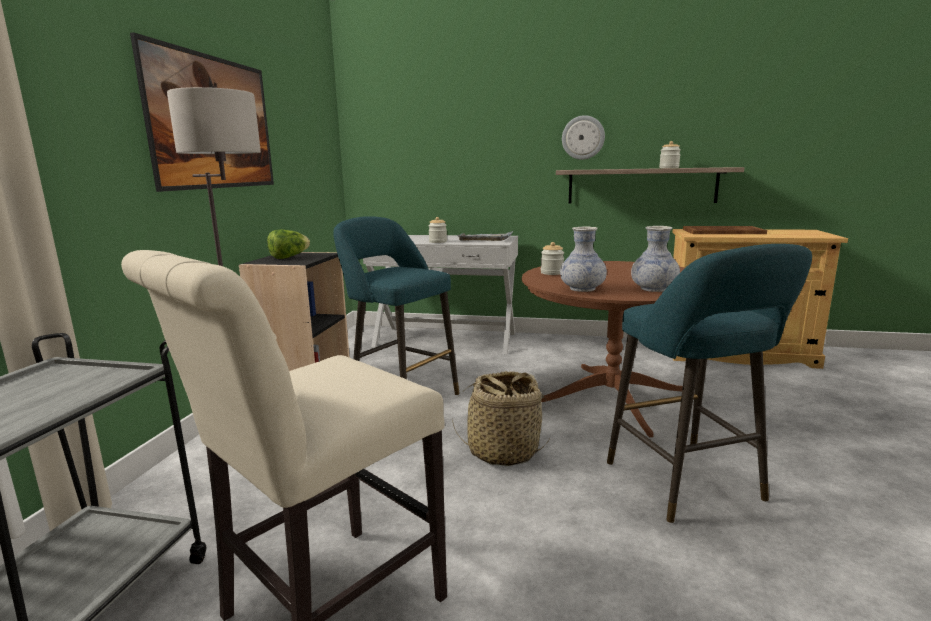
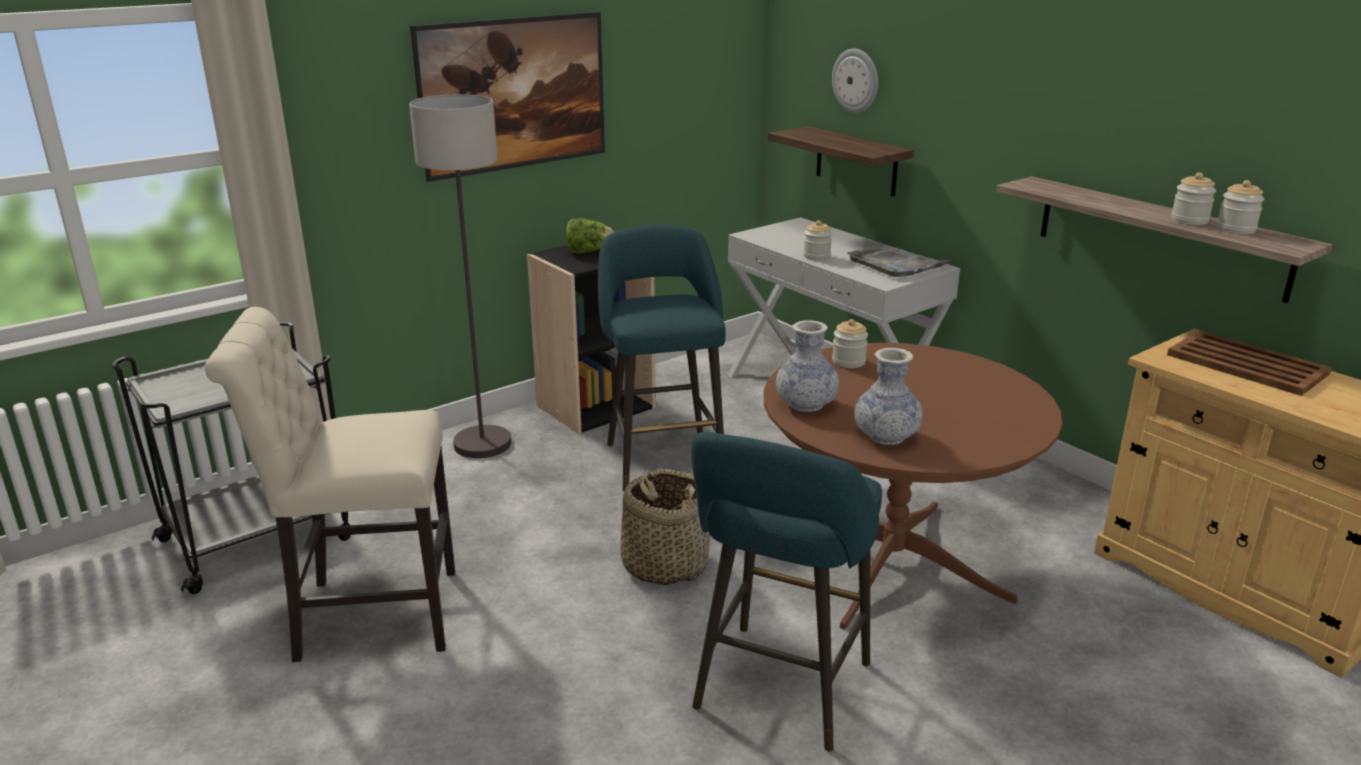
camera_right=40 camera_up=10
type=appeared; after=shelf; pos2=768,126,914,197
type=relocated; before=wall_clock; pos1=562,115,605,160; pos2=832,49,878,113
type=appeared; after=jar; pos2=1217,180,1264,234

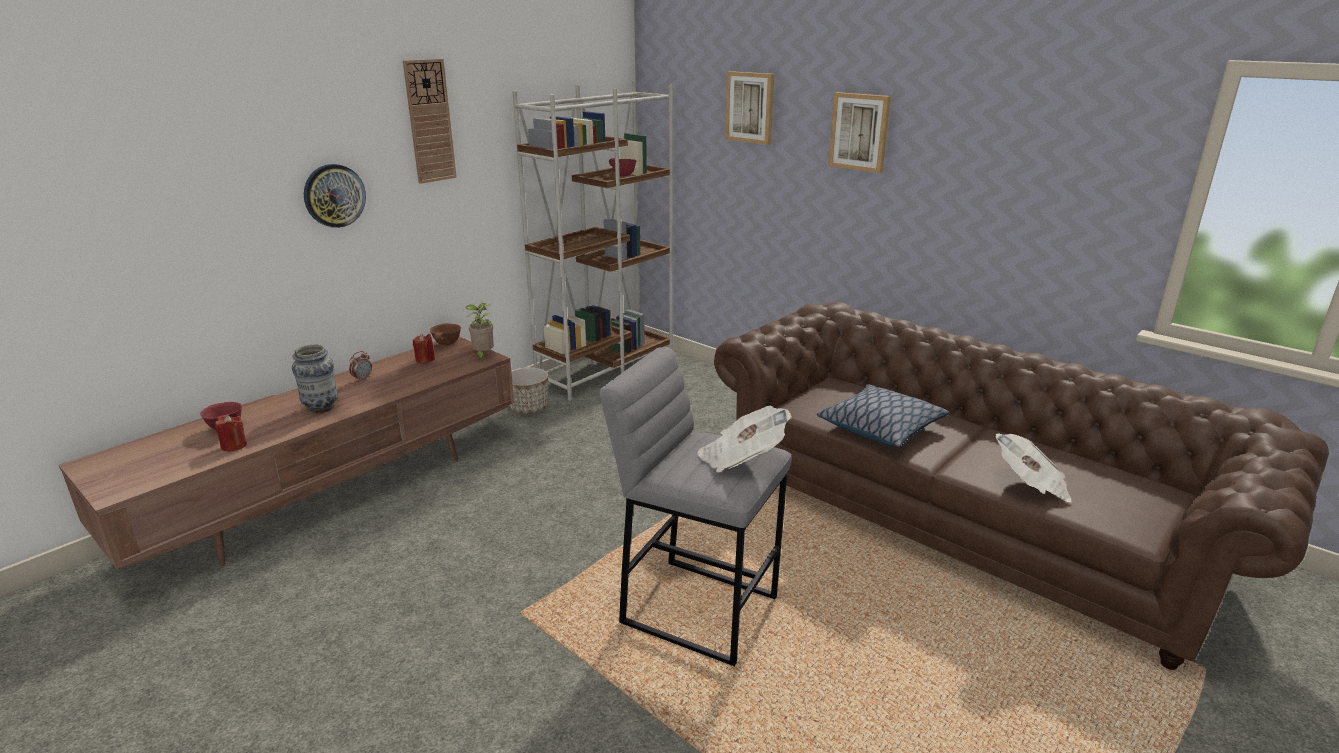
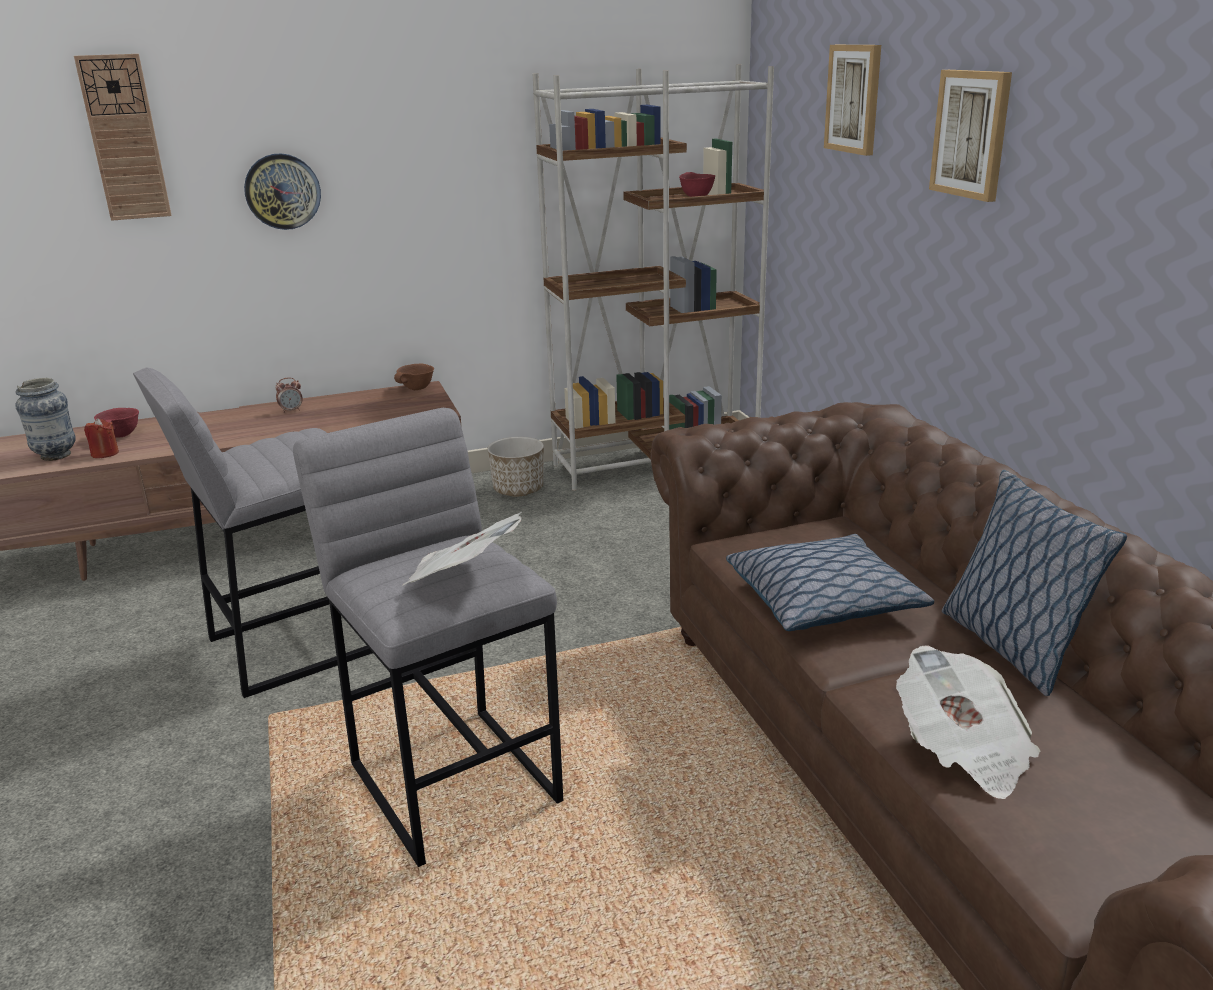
camera_right=30 camera_up=0
type=relocated; before=vase; pos1=292,344,338,413; pos2=15,378,76,461
type=relocated; before=wall_clock; pos1=403,59,457,184; pos2=74,54,171,221
type=appeared; after=grey_stool; pos2=133,367,373,698
type=appeared; after=pillow; pos2=942,470,1127,696
type=missing; before=red_candle; pos1=413,334,435,363
type=missing; before=potted_plant; pos1=465,303,494,360

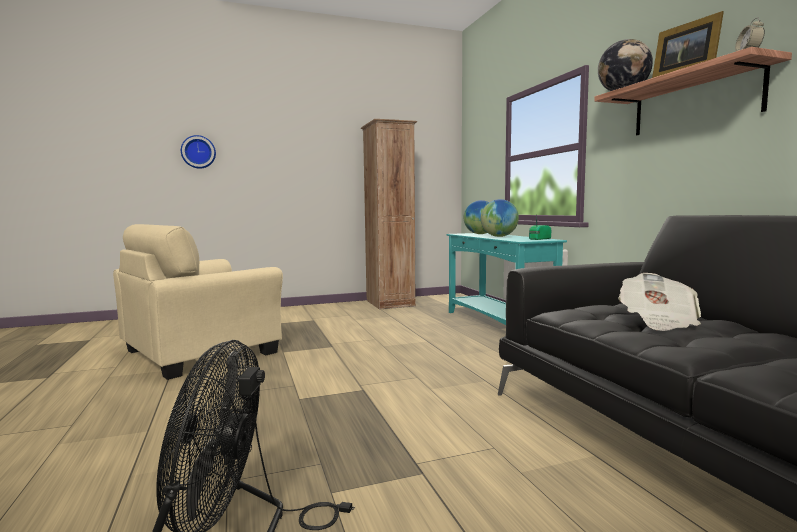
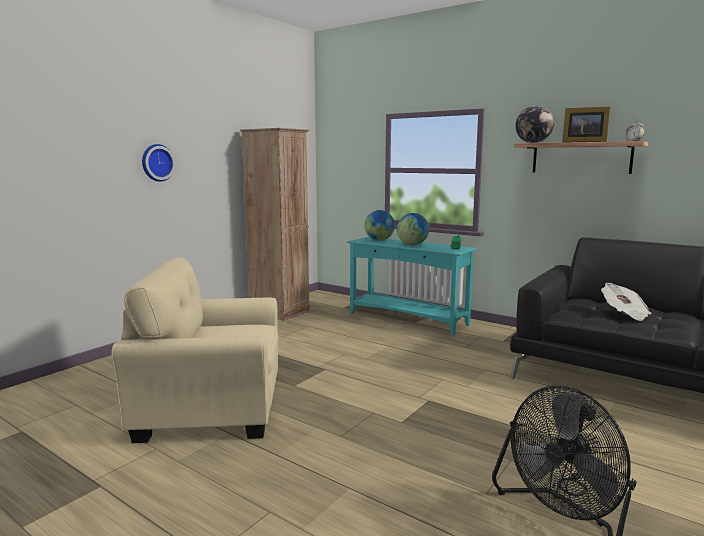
camera_right=-35 camera_up=5
type=spun; before=beige_armchair; pos1=113,224,283,380; pos2=111,257,278,443; turn=75
type=relocated; before=wall_clock; pos1=181,135,216,169; pos2=142,144,175,182

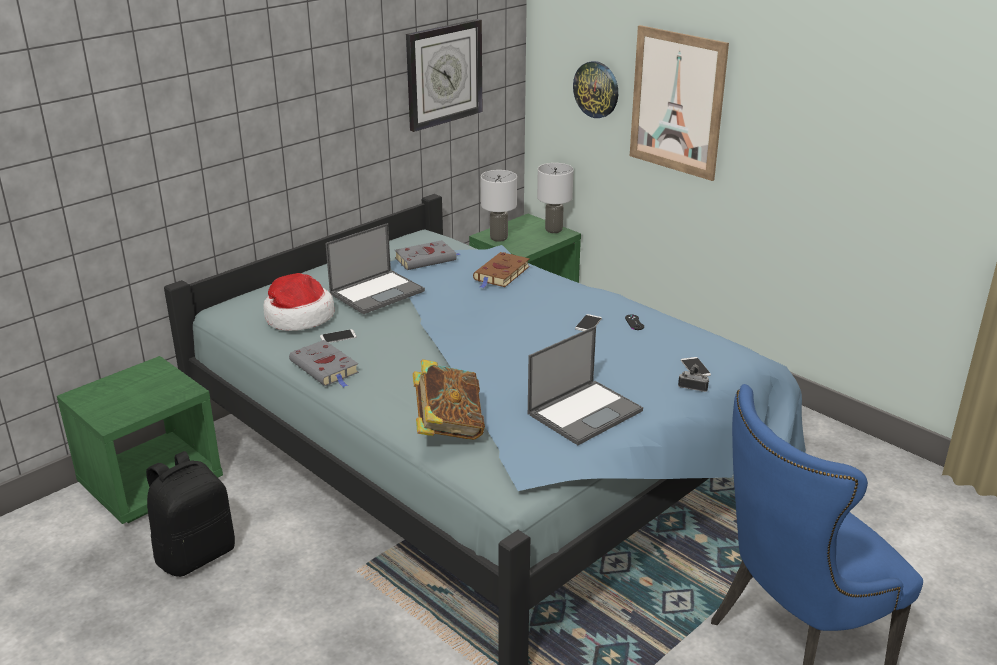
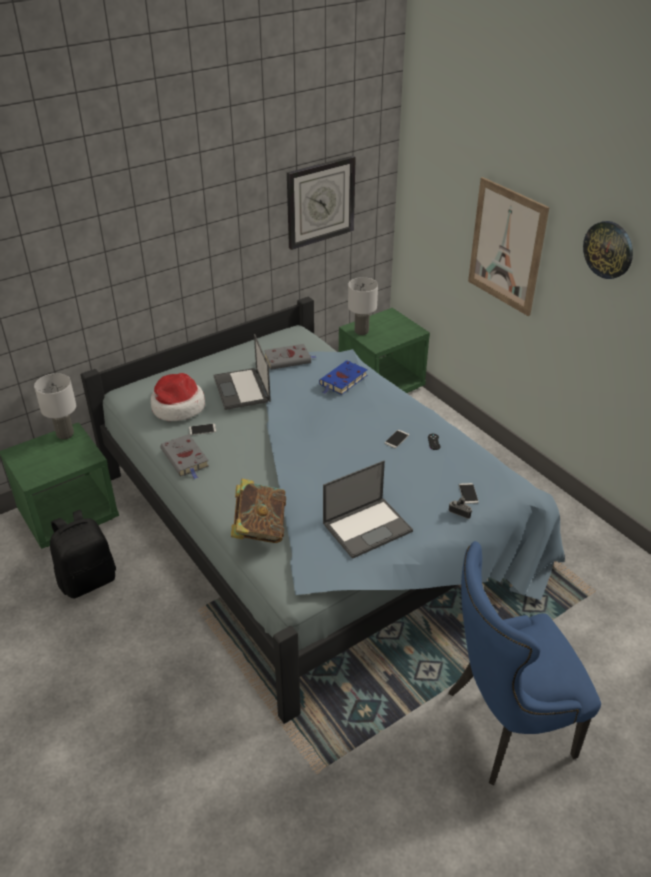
camera_right=10 camera_up=10
type=relocated; before=white_table_lamp; pos1=537,163,574,233; pos2=34,373,76,440
type=spun; before=laptop; pos1=325,223,425,314; pos2=214,334,271,410; turn=105
type=colour; before=brown_book; after=blue_book; pos1=473,252,530,288; pos2=319,360,368,395
type=relocated; before=wall_clock; pos1=573,61,618,118; pos2=583,221,633,279

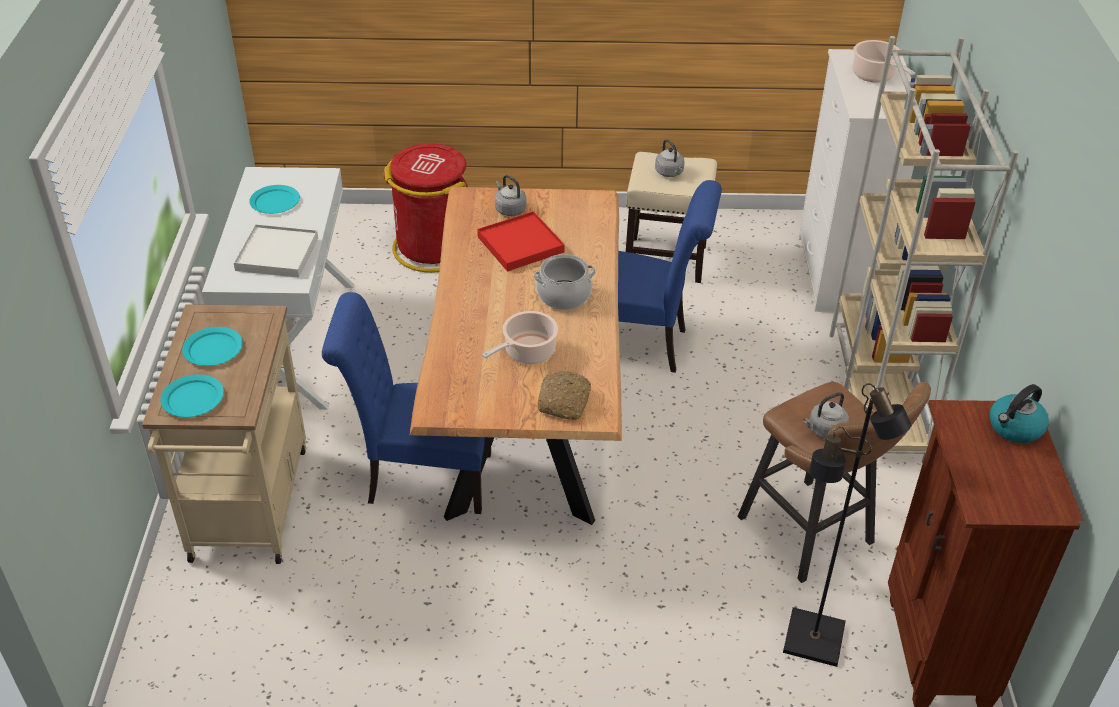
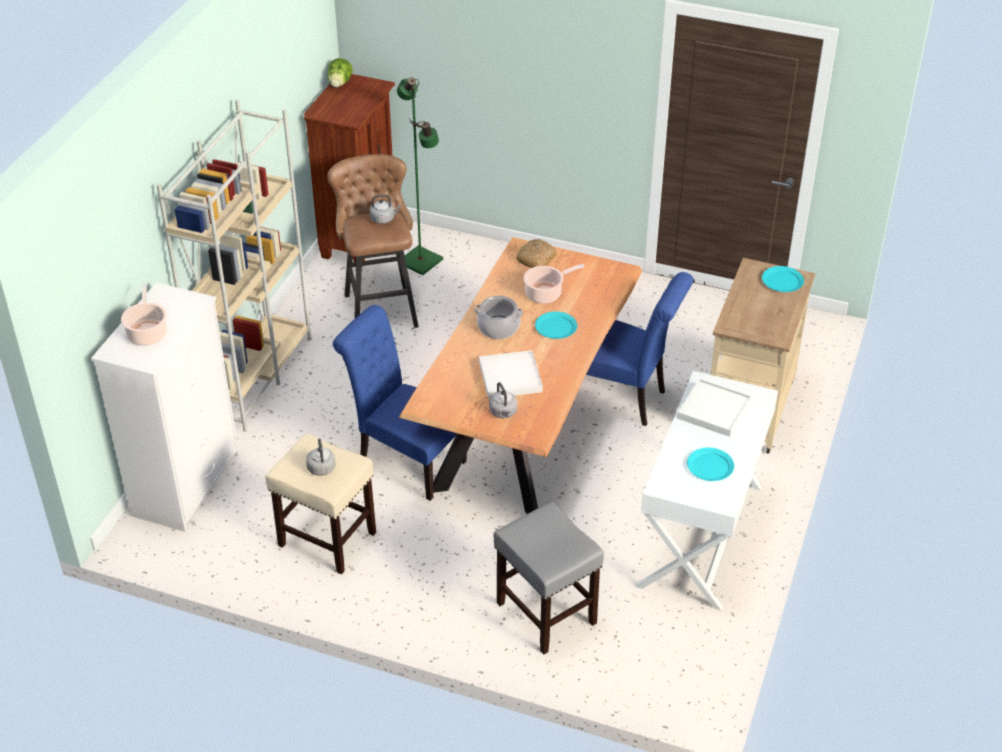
camera_right=-160 camera_up=0
type=appeared; after=lettuce; pos2=327,58,353,87
type=colour; before=black_floor_lamp; after=green_floor_lamp; pos1=783,383,911,667; pos2=397,77,443,275
type=colour; before=red_tray; after=white_tray; pos1=477,211,565,272; pos2=479,350,543,399
type=exchanged; before=red_trash_can; after=grey_stool; pos1=383,143,468,273; pos2=493,501,604,654
type=relocated; before=turquoise_plate; pos1=182,327,243,366; pos2=535,311,577,339
type=missing; before=kettle; pos1=990,384,1049,443

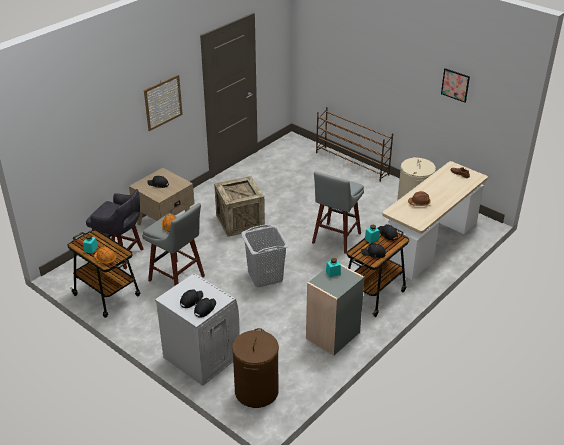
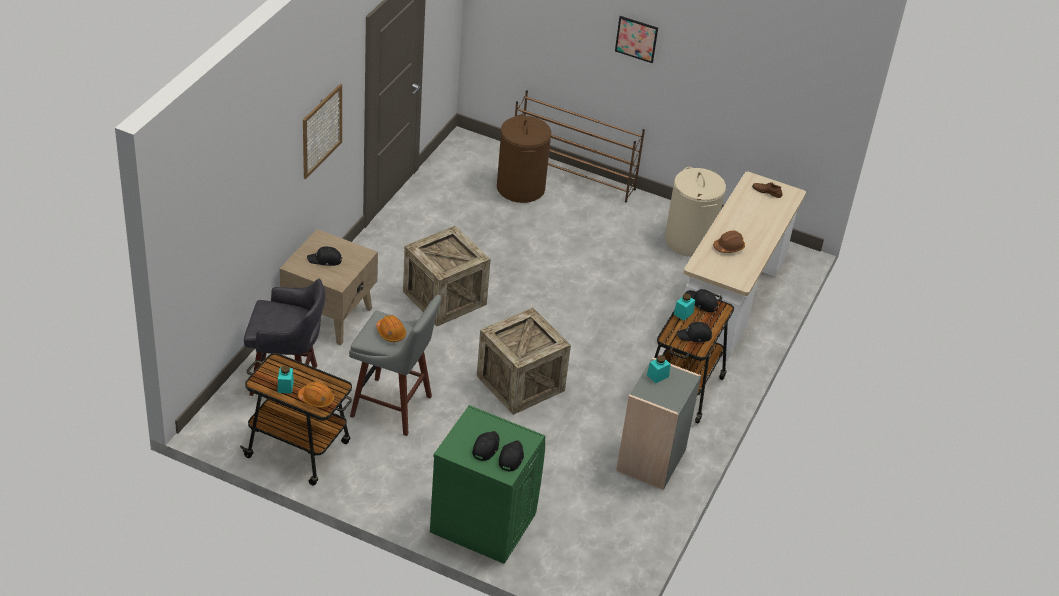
camera_right=-20 camera_up=5
type=colour; before=white_washing_machine; after=green_washing_machine; pos1=155,273,240,386; pos2=430,405,545,564
type=exchanged; before=grey_laundry_basket; after=crate; pos1=241,224,289,287; pos2=477,307,571,415
type=relocated; before=brown_laundry_basket; pos1=232,328,279,408; pos2=497,114,551,203
type=relocated; before=picture; pos1=441,68,470,103; pos2=615,16,658,63
type=missing; before=grey_stool; pos1=312,171,364,254

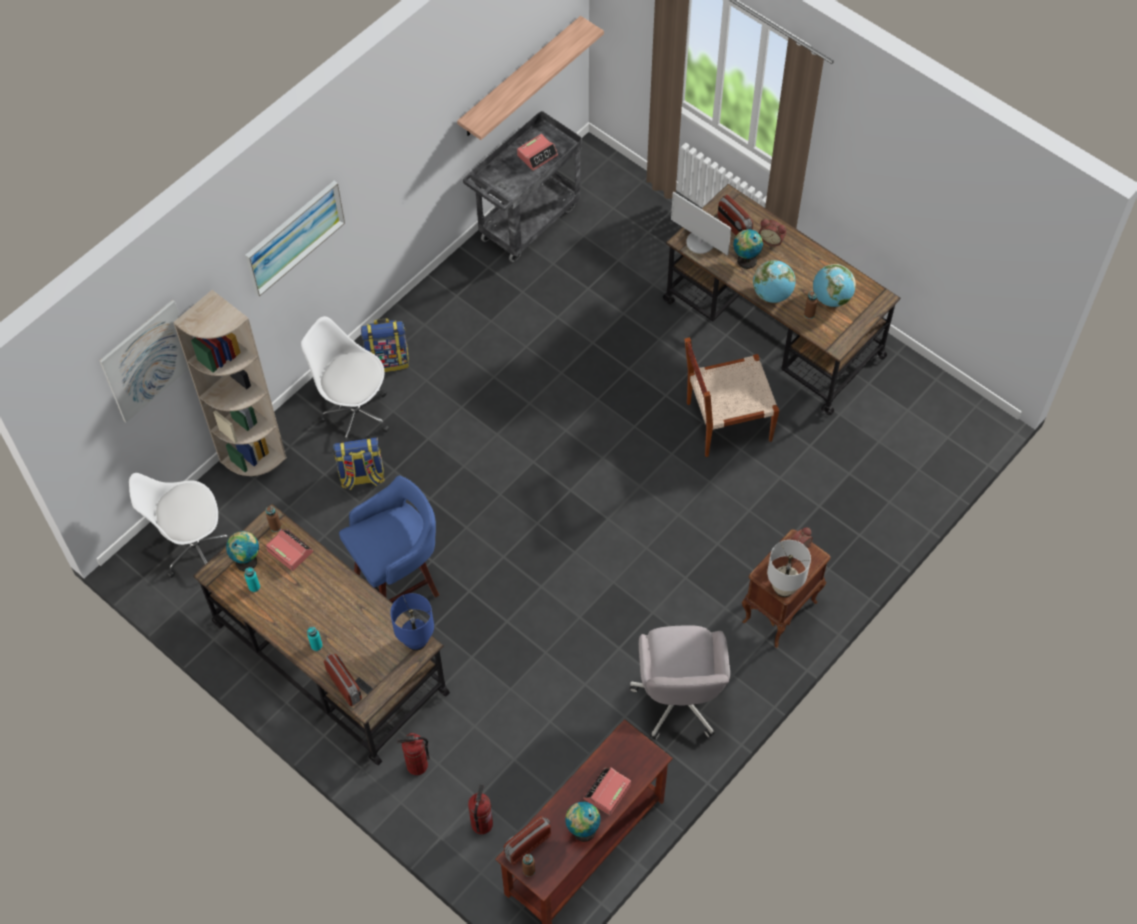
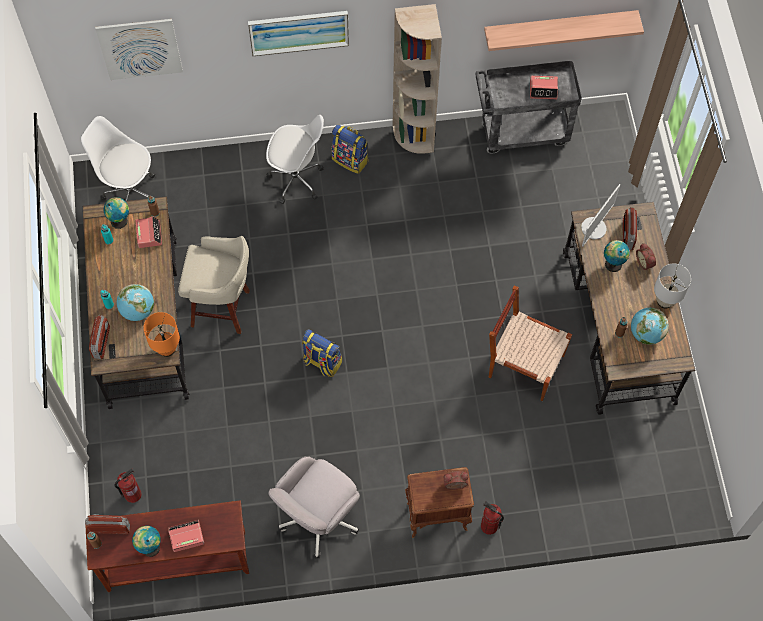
camera_right=40 camera_up=5
type=relocated; before=globe; pos1=753,260,795,303; pos2=117,284,154,321
type=colour; before=blue_table_lamp; after=orange_table_lamp; pos1=390,593,434,651; pos2=143,312,180,357
type=colour; before=blue_stool; after=beige_stool; pos1=339,475,439,603; pos2=178,236,250,334
type=spun; before=white_office_chair; pos1=301,316,390,442; pos2=266,115,324,204; turn=120
type=relocated; before=backpack; pos1=333,437,385,490; pos2=302,329,342,377
type=relocated; before=beige_bookcase; pos1=173,290,287,476; pos2=392,4,442,154
type=relocated; before=fire_extinguisher; pos1=397,733,430,775; pos2=481,501,504,535
type=spun; before=monitor; pos1=671,192,731,255; pos2=581,184,620,247; turn=-135
type=relocated; before=white_table_lamp; pos1=767,540,811,597; pos2=654,263,691,308

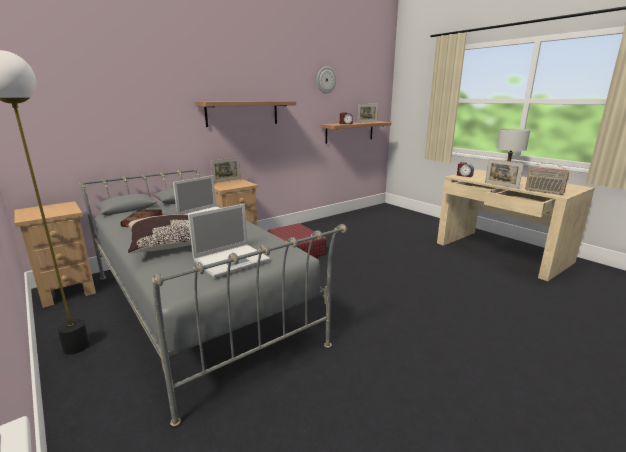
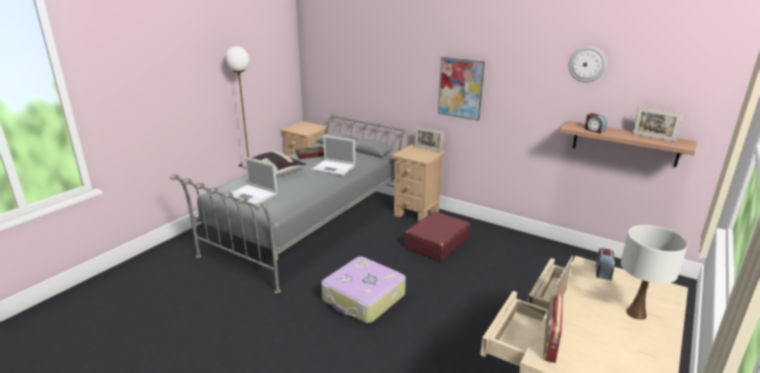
camera_right=70 camera_up=5
type=appeared; after=suitcase; pos2=321,256,406,323
type=exchanged; before=shelf; after=picture; pos1=195,101,296,127; pos2=438,57,485,121

